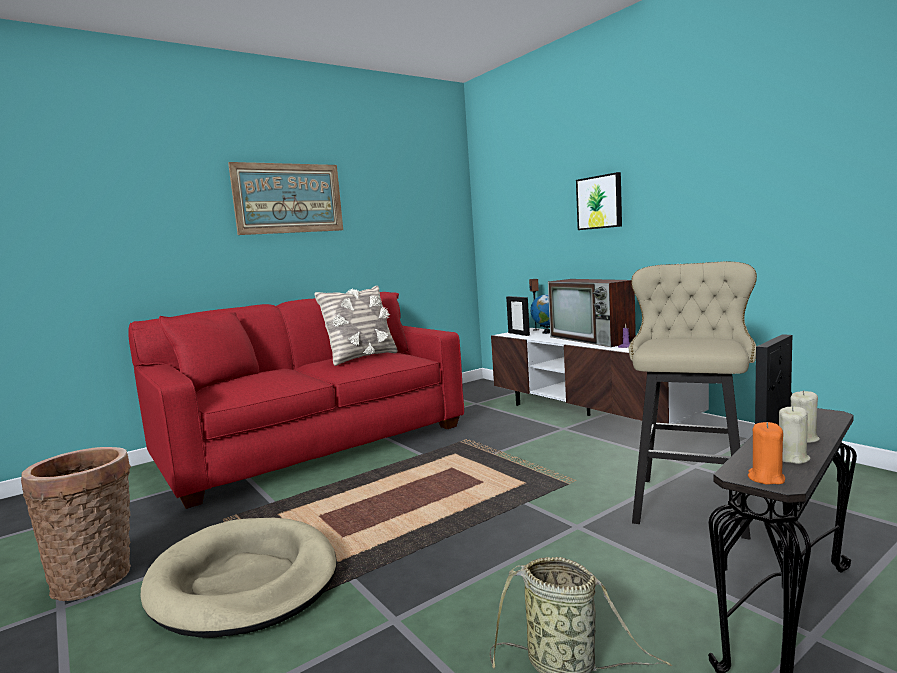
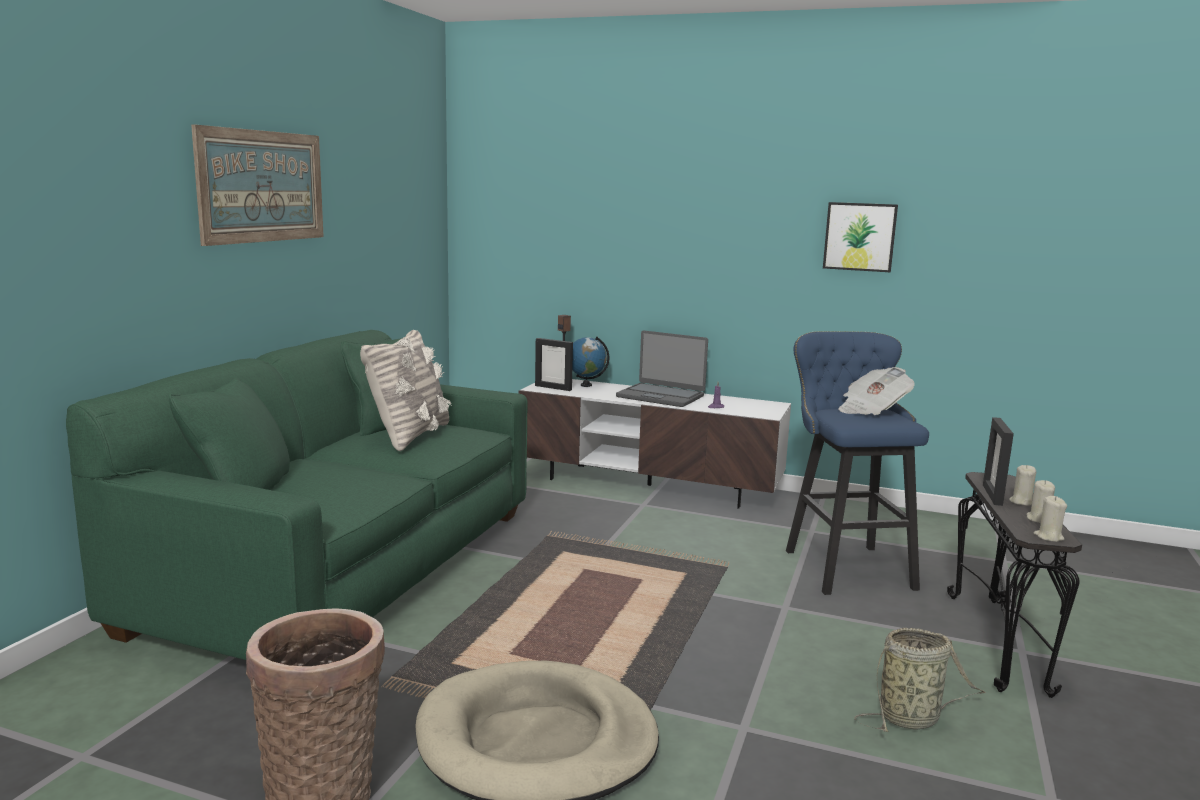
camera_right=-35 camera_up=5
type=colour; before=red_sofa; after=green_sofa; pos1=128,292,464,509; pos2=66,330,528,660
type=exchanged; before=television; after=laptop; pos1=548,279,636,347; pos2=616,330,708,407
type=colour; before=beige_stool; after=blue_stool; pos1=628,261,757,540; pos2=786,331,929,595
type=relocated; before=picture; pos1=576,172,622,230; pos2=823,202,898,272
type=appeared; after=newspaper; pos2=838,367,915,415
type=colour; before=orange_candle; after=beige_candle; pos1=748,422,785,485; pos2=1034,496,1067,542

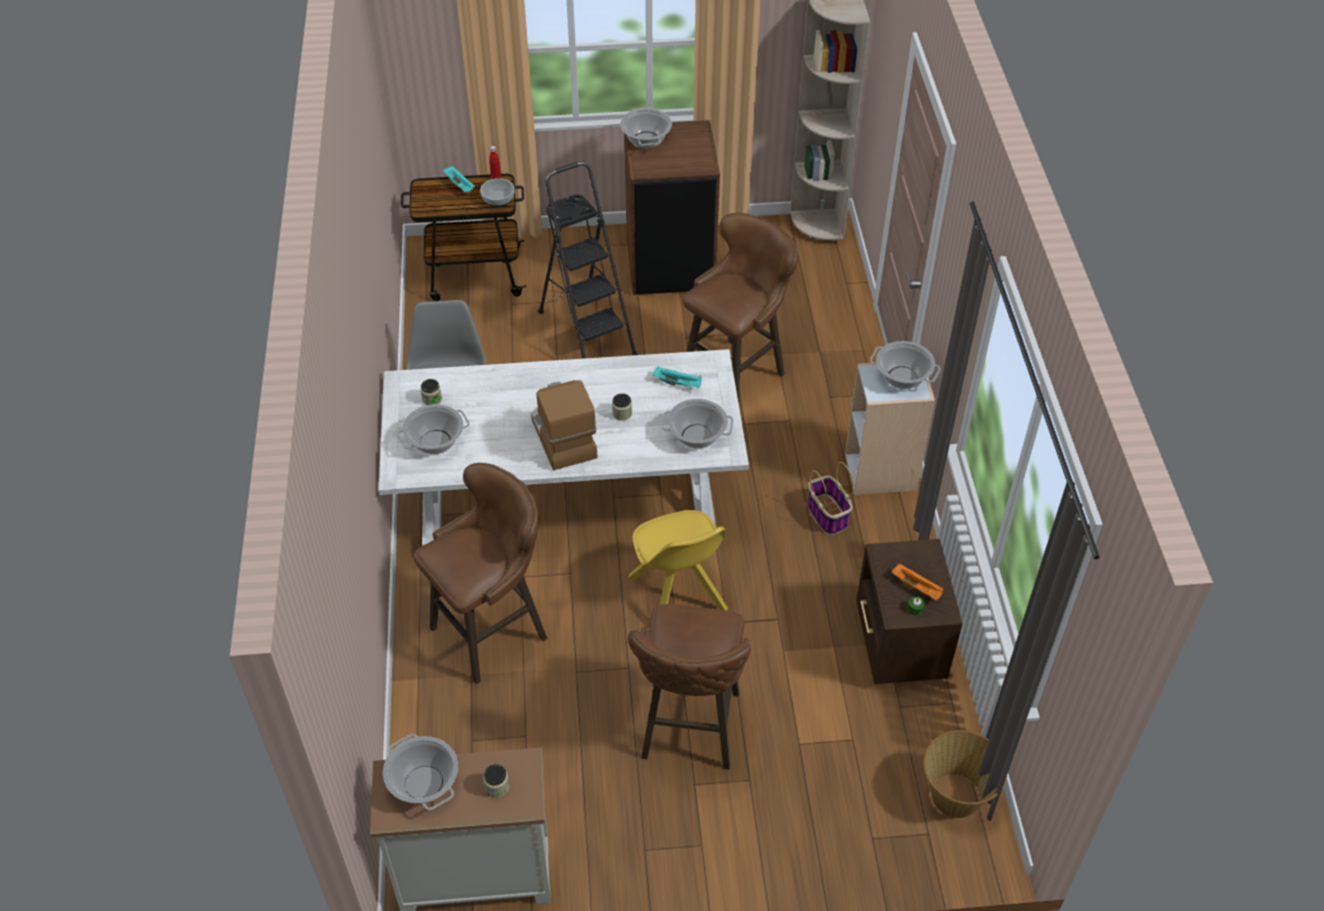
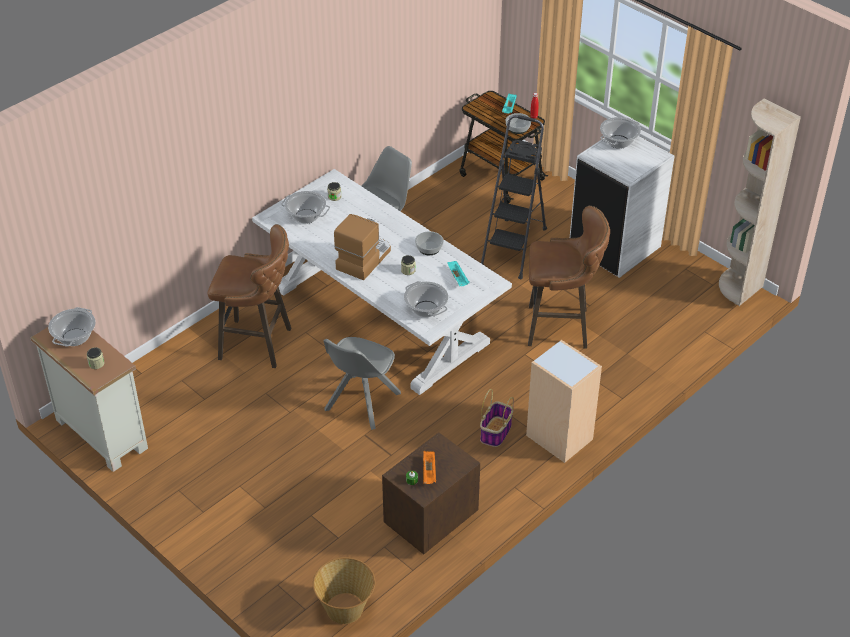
camera_right=50 camera_up=-5
type=colour; before=yellow_chair; after=grey_chair; pos1=628,510,728,610; pos2=324,337,401,430
type=appeared; after=bowl; pos2=415,231,444,255
type=colour; before=brown_cabinet; after=white_cabinet; pos1=624,120,720,295; pos2=570,136,674,278
type=missing; before=brown_stool; pos1=628,604,751,769
type=missing; before=cooking_pot; pos1=870,341,941,389

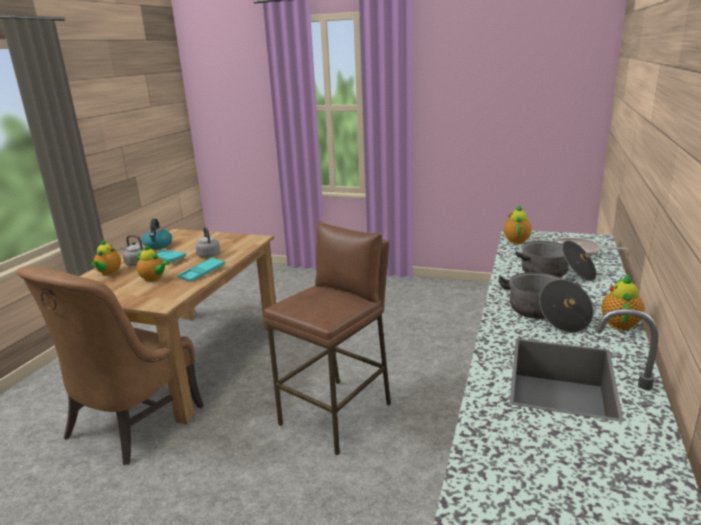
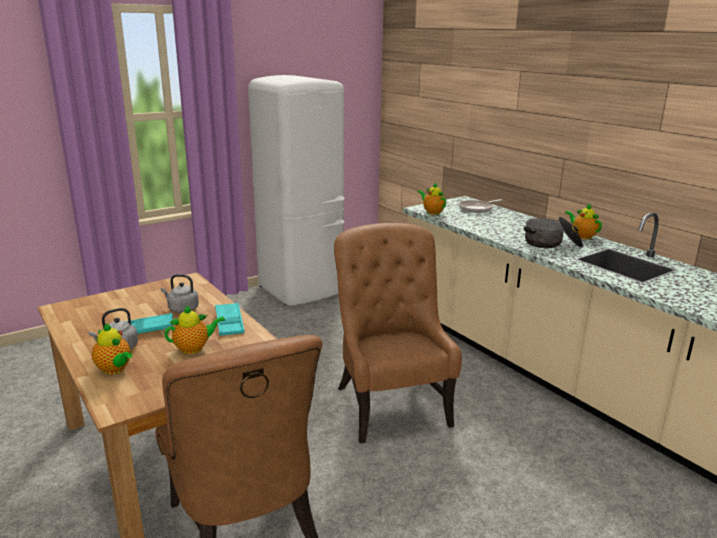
camera_right=-55 camera_up=0
type=appeared; after=white_fridge; pos2=248,75,344,305
type=exchanged; before=brown_stool; after=brown_chair; pos1=264,221,391,455; pos2=334,223,462,443
type=missing; before=kettle; pos1=142,219,172,249
type=missing; before=cooking_pot; pos1=515,241,597,281

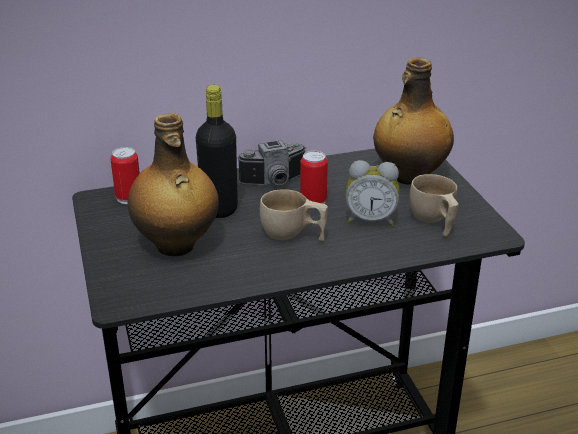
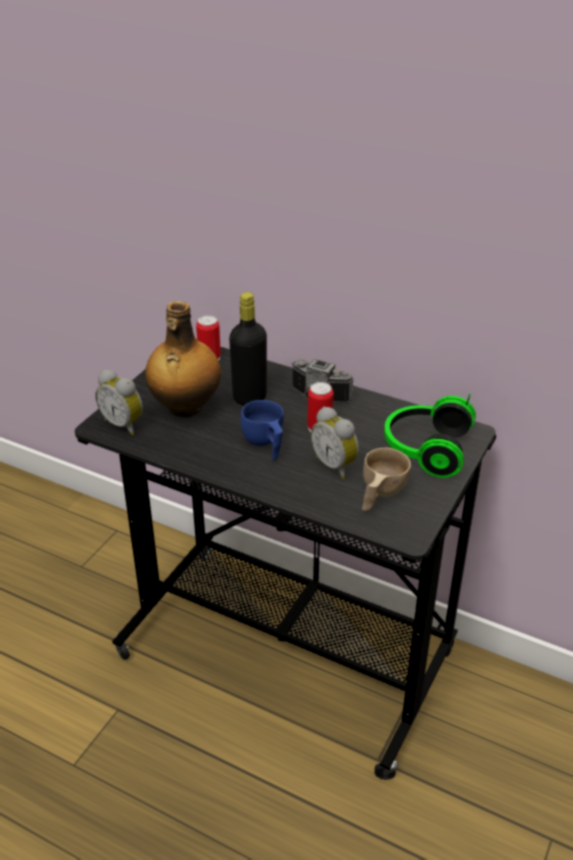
camera_right=45 camera_up=5
type=appeared; after=alarm_clock; pos2=95,369,143,435
type=colour; before=beige_cup; after=blue_cup; pos1=260,189,328,241; pos2=241,400,284,460
type=exchanged; before=bottle; after=headphones; pos1=373,58,454,184; pos2=384,393,476,478

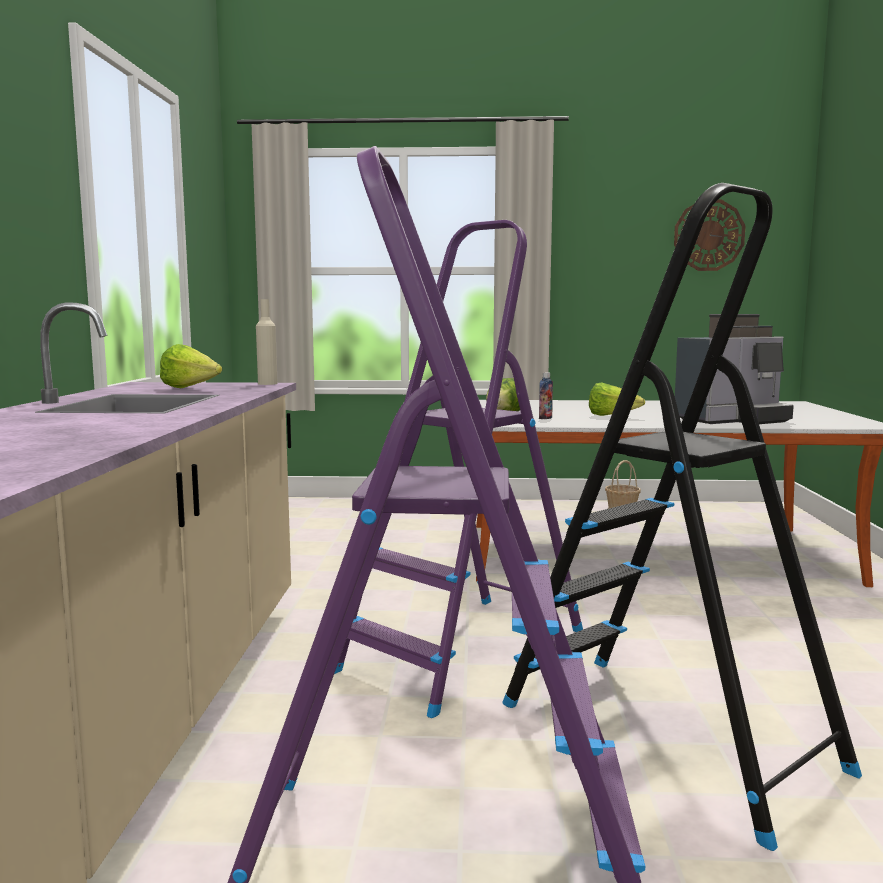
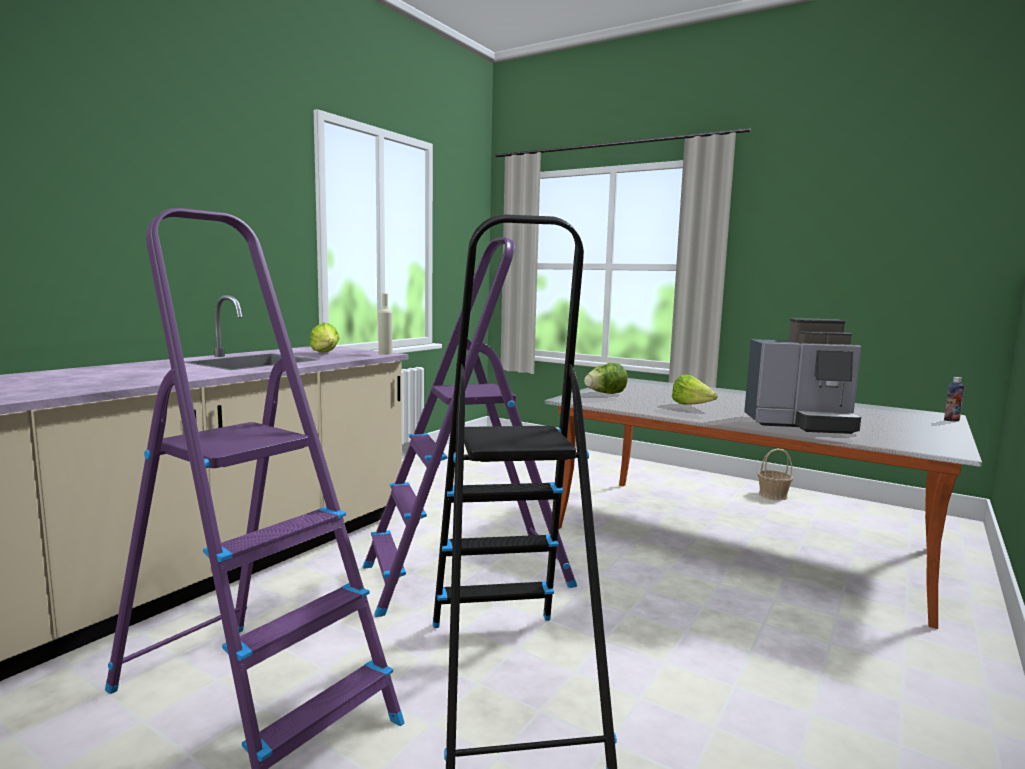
camera_right=30 camera_up=0
type=relocated; before=bottle; pos1=539,372,553,419; pos2=944,377,964,421
type=missing; before=wall_clock; pos1=674,199,745,271

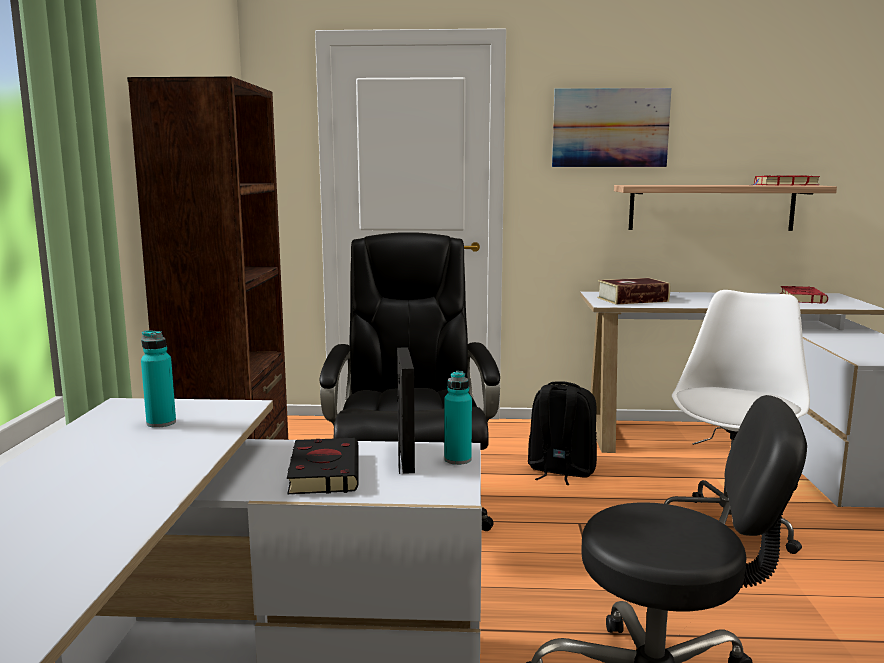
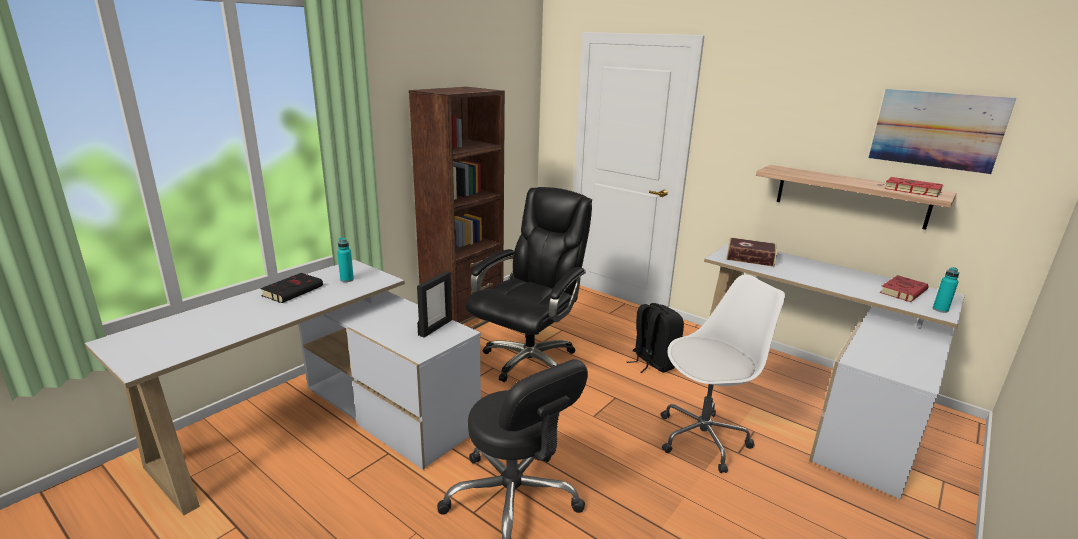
camera_right=35 camera_up=10
type=relocated; before=black_book; pos1=287,438,358,494; pos2=260,273,323,303
type=relocated; before=picture; pos1=552,88,671,167; pos2=869,89,1016,174
type=relocated; before=turquoise_bottle; pos1=444,371,472,465; pos2=933,267,959,313

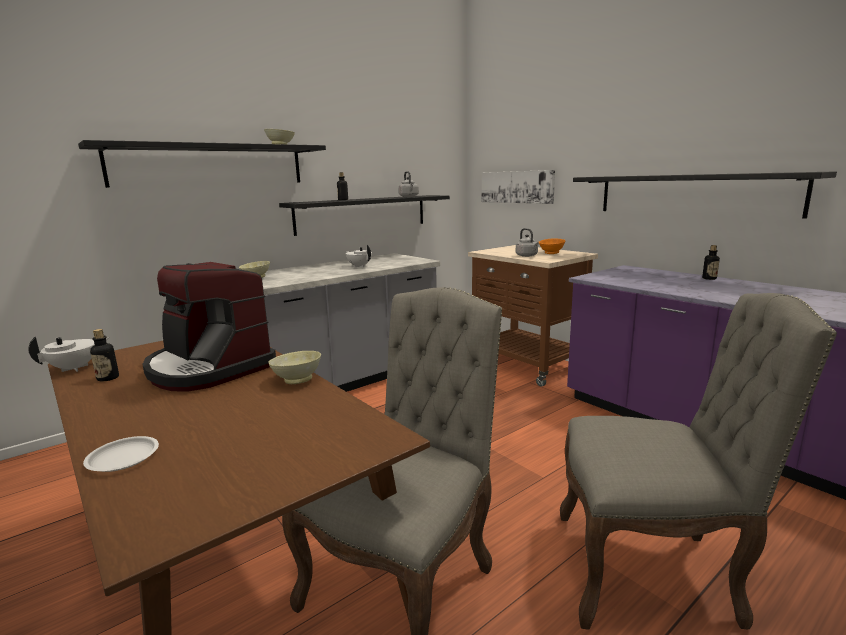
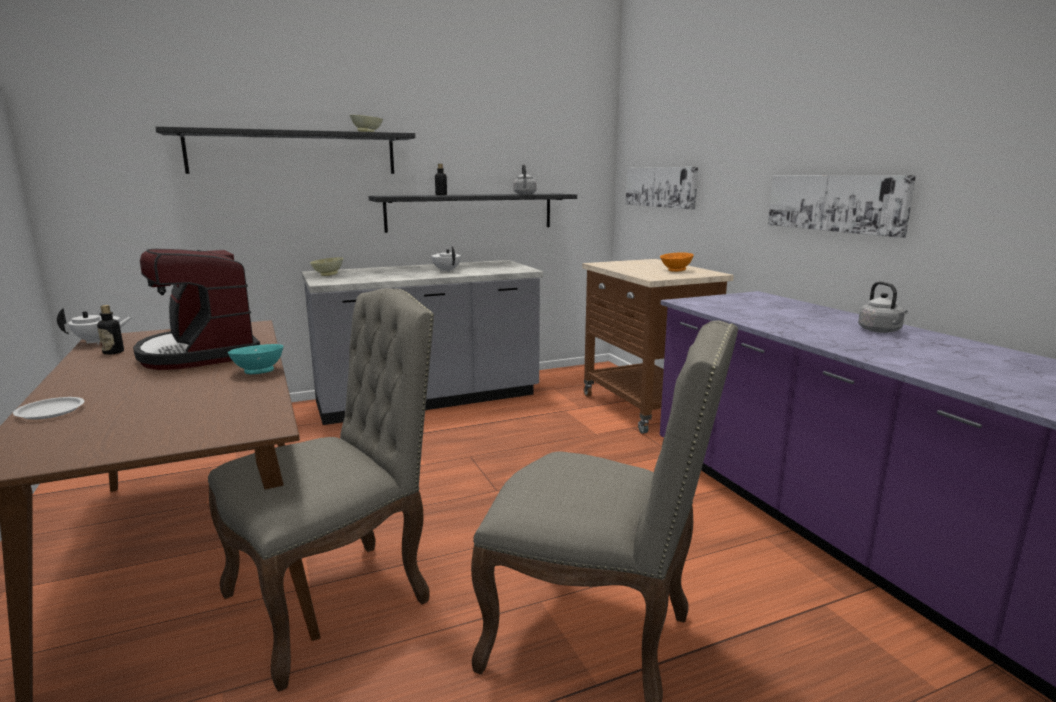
camera_right=15 camera_up=0
type=colour; before=beige_bowl; after=turquoise_bowl; pos1=268,351,321,384; pos2=228,344,284,374
type=exchanged; before=black_shelf; after=picture; pos1=573,171,837,219; pos2=768,175,916,238
type=relocated; before=grey_kettle; pos1=516,228,539,257; pos2=858,281,908,333
type=missing; before=bottle; pos1=702,245,720,280

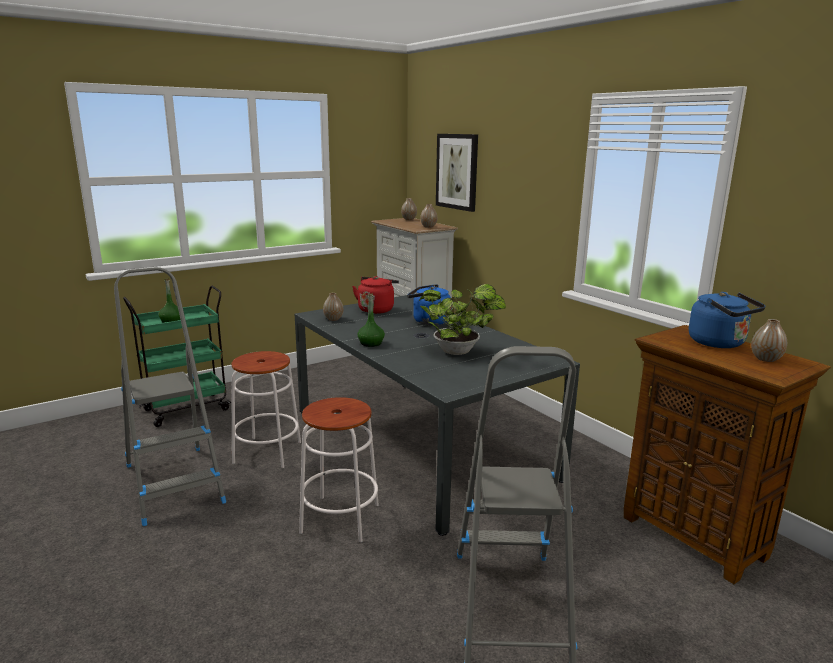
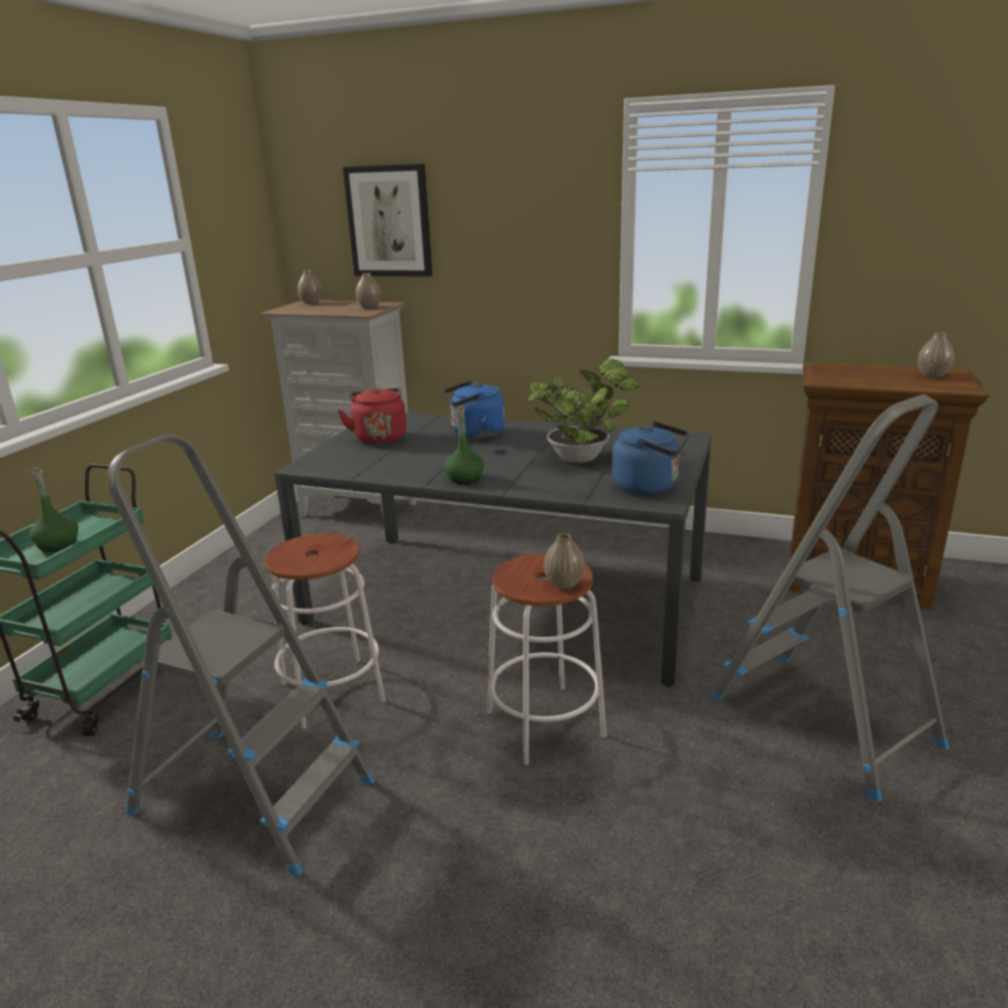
camera_right=-35 camera_up=5
type=relocated; before=vase; pos1=323,293,343,321; pos2=544,533,585,589
type=relocated; before=blue_kettle; pos1=689,292,766,348; pos2=612,421,689,495

